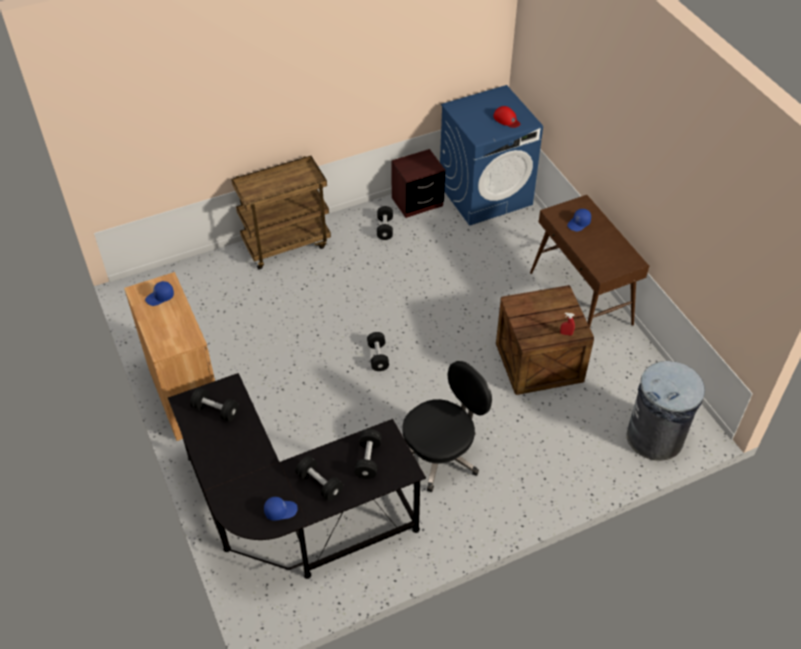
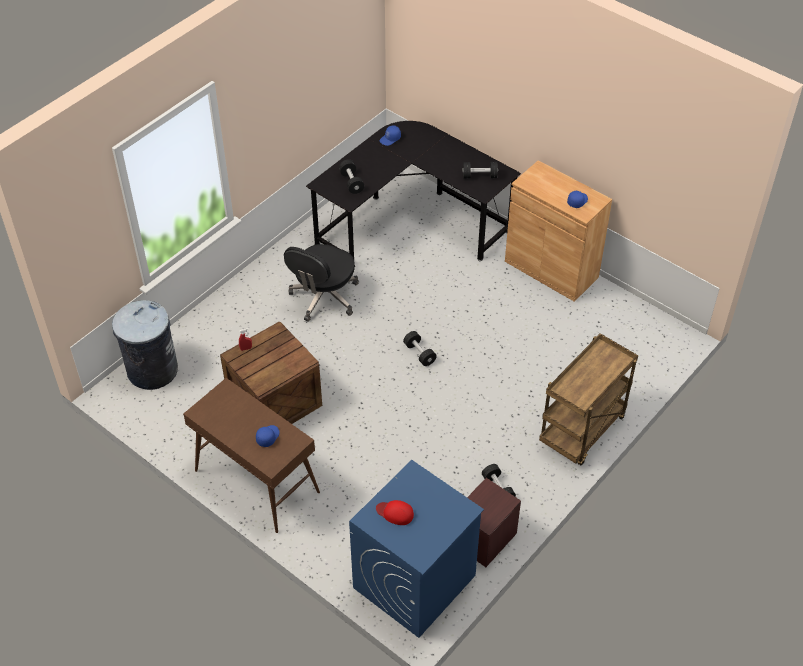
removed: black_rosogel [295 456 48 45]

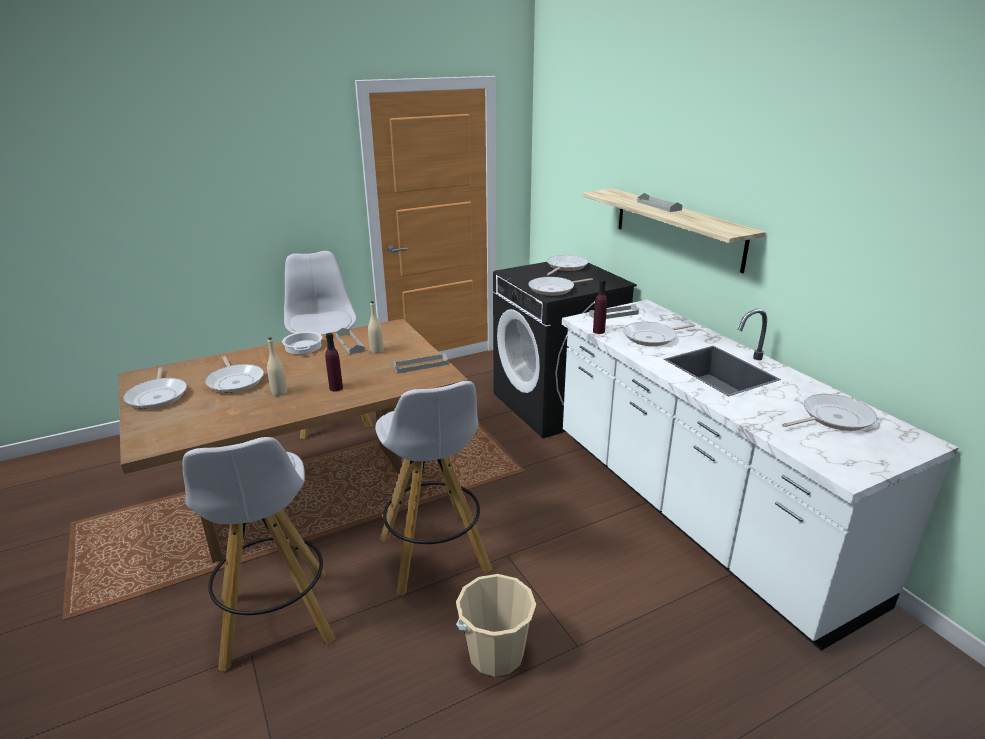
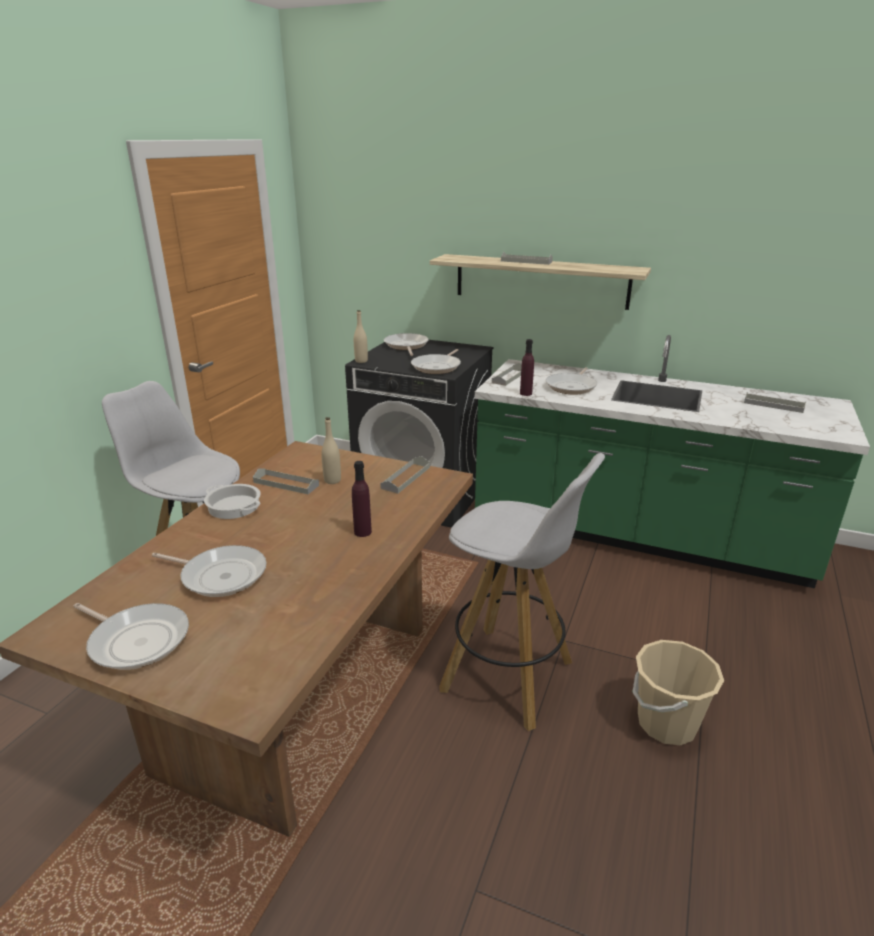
removed: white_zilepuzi [183 437 153 234]
moved: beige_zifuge [267 337 20 59] to [354 310 14 53]
replaced: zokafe [782 394 95 37] to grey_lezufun [744 392 62 21]
recoloured: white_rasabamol [562 300 397 351] to green_rasabamol [475 335 395 253]

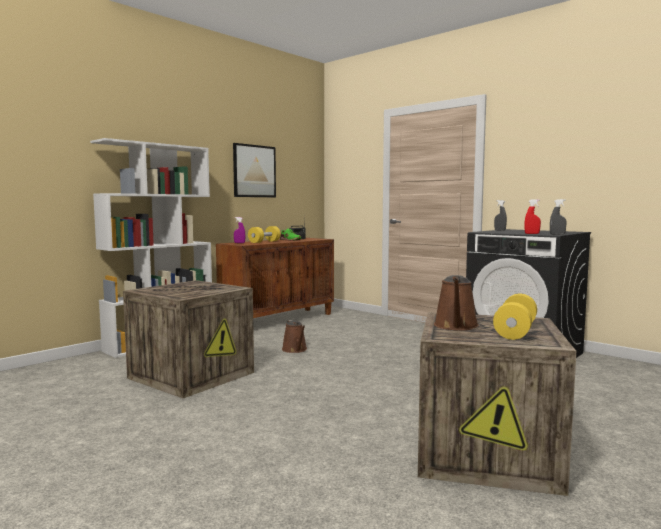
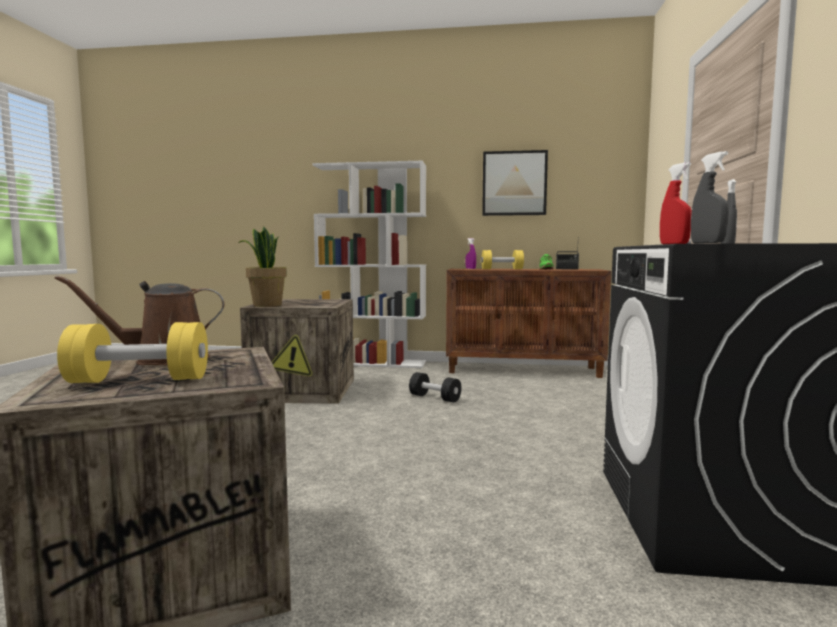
added: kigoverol [238 226 49 81]
replaced: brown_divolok [282 320 25 33] to black_rosogel [409 372 52 30]

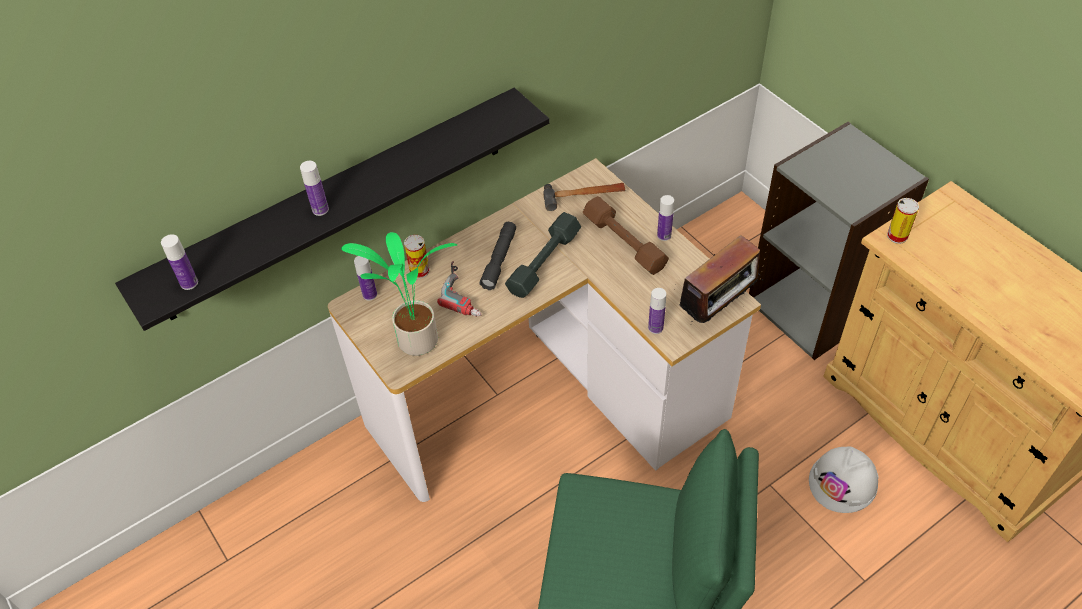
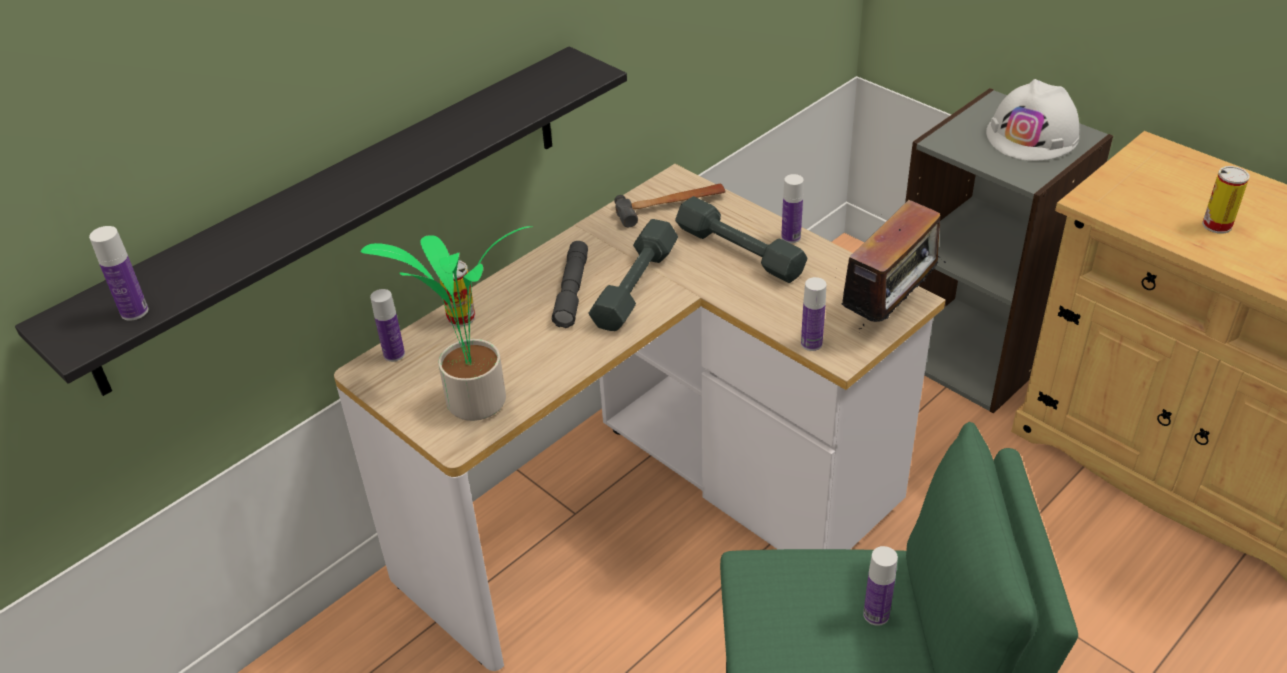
removed: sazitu [437 261 45 56]
moved: zifuge [300 161 29 55] to [863 546 35 80]; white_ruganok [809 447 70 66] to [986 79 93 82]; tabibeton [887 198 32 46] to [1202 166 48 68]
recoloured: brown_rosogel [582 196 87 79] to grey_rosogel [675 196 133 87]

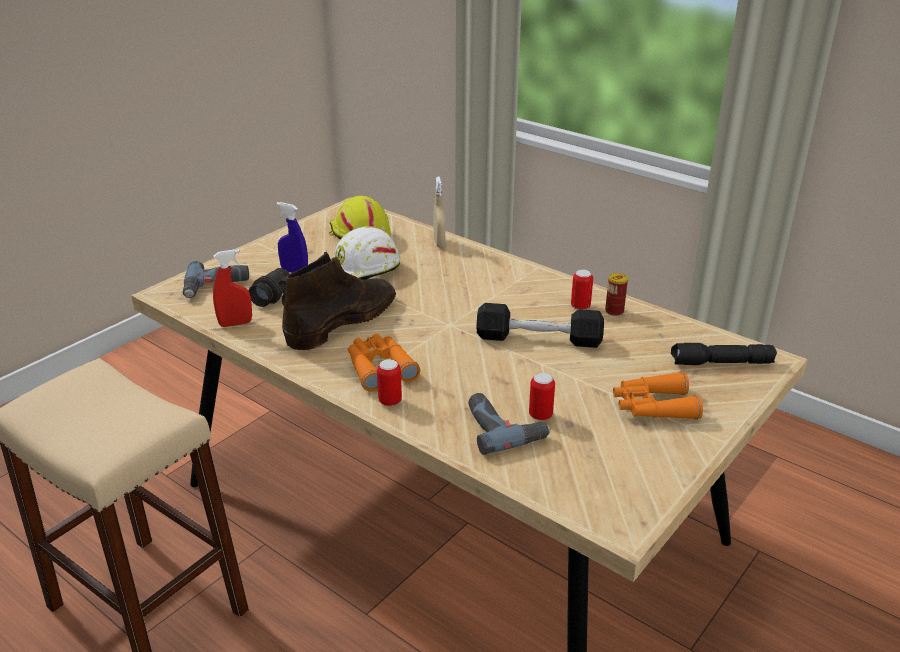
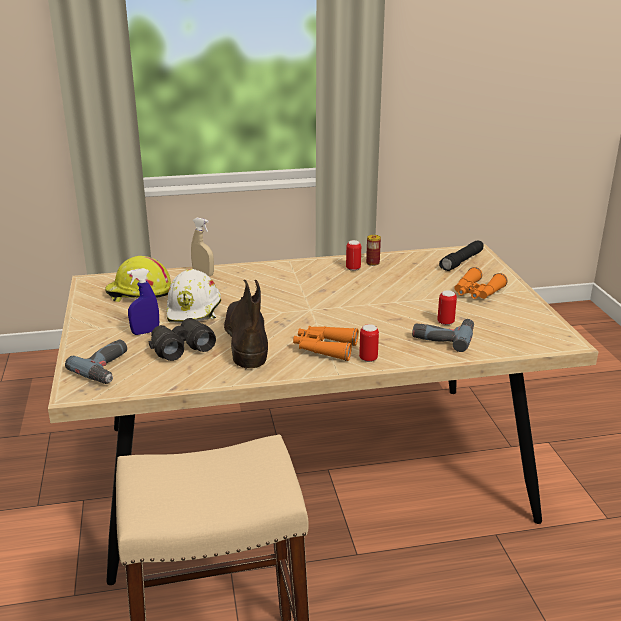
removed: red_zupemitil [213 249 39 78]; black_rosogel [476 303 128 45]

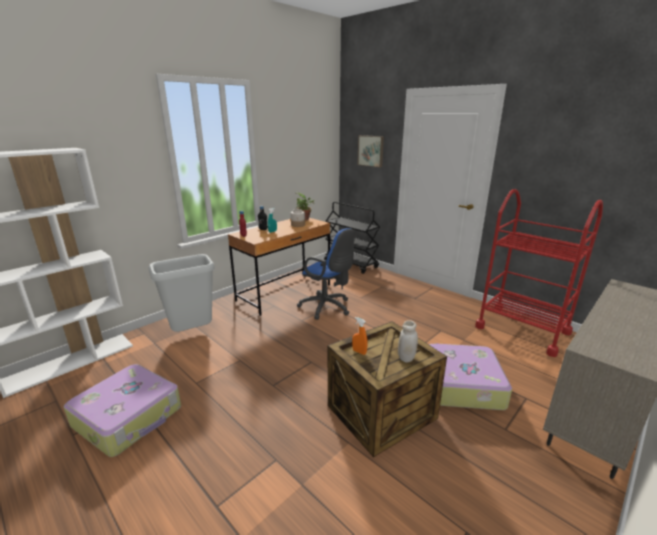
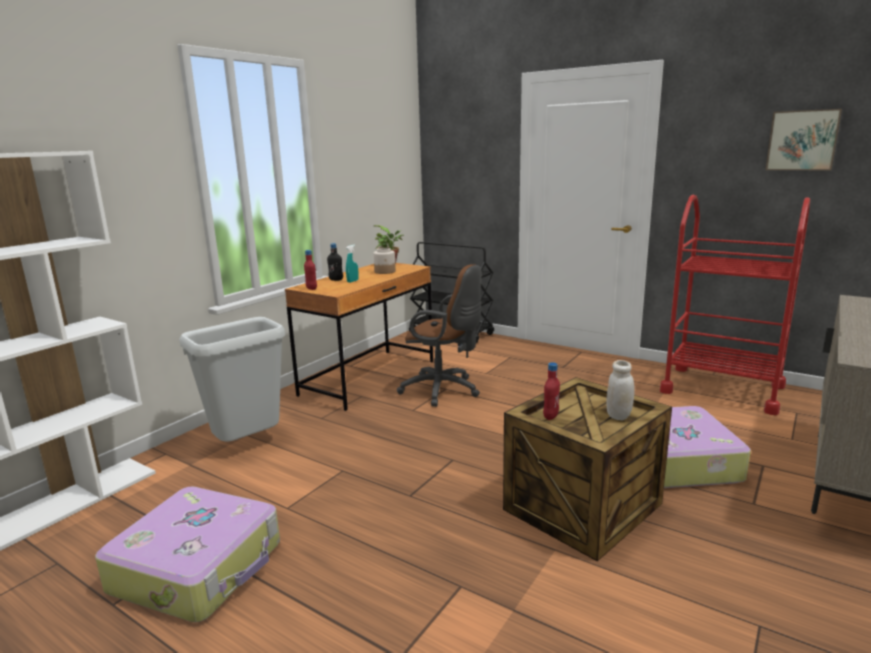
moved: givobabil [357 135 27 32] to [765 109 77 61]
replaced: orange_zupemitil [352 317 16 38] to red_zifuge [543 362 17 58]
recoloured: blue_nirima [297 228 58 92] to brown_nirima [397 264 84 143]

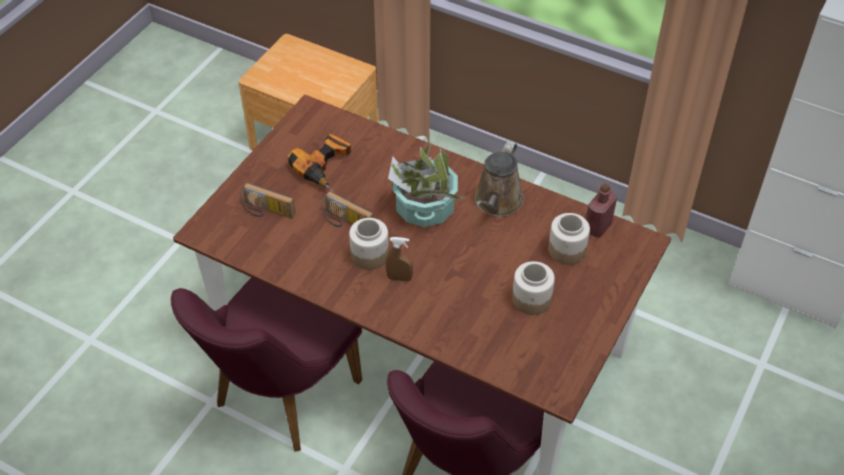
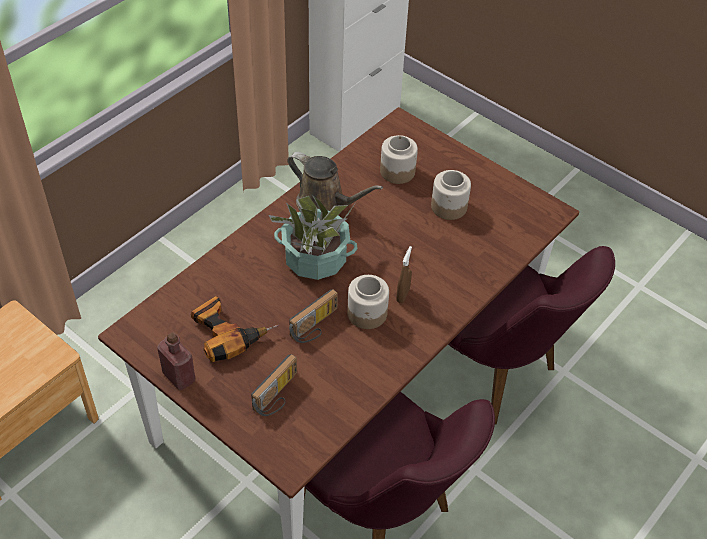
moved: red_zifuge [586 183 31 54] to [157 332 38 58]

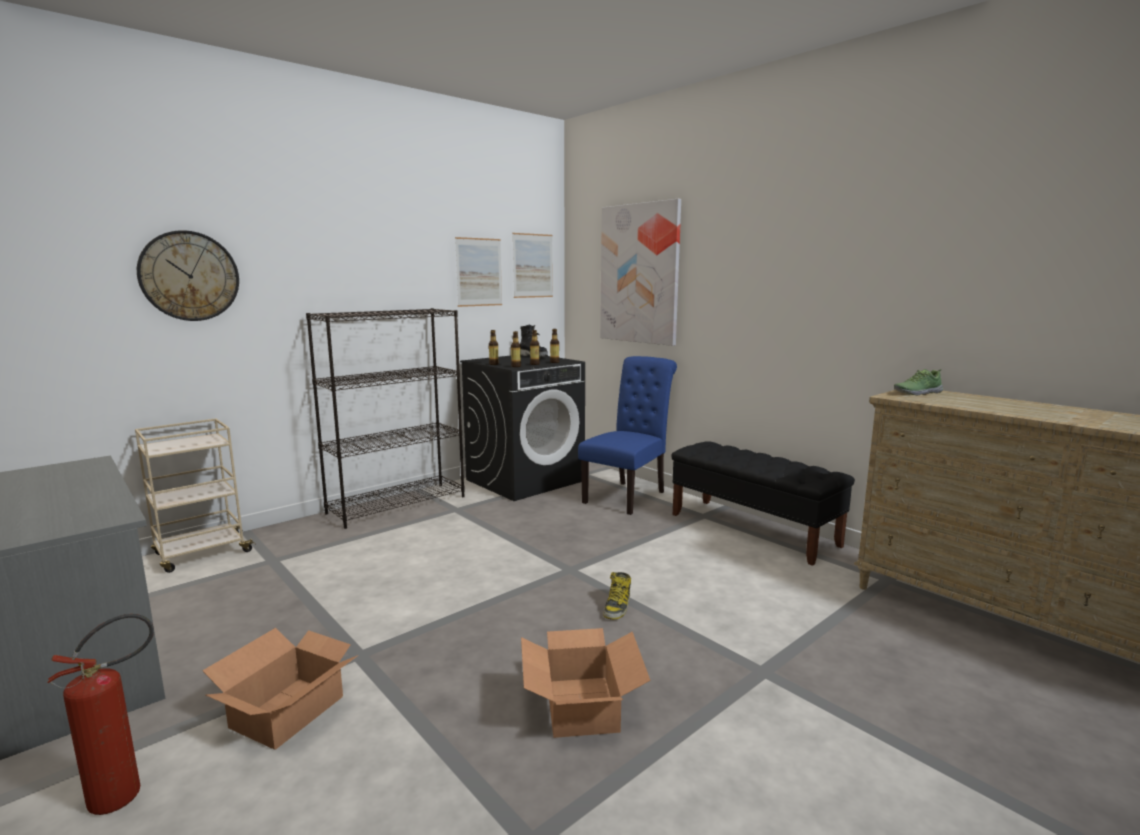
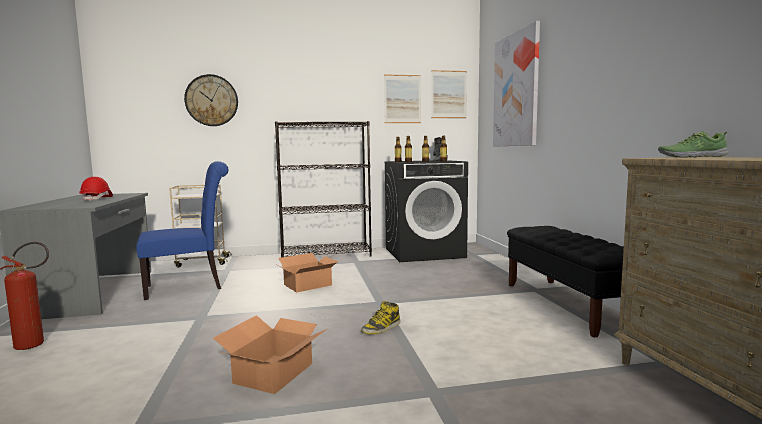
added: red_ruganok [79 177 34 24]
moved: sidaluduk [202 628 157 122] to [277 253 61 40]; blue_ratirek [578 356 99 159] to [136 161 93 139]

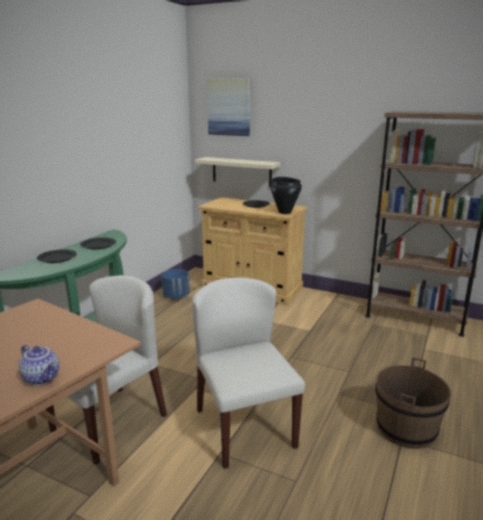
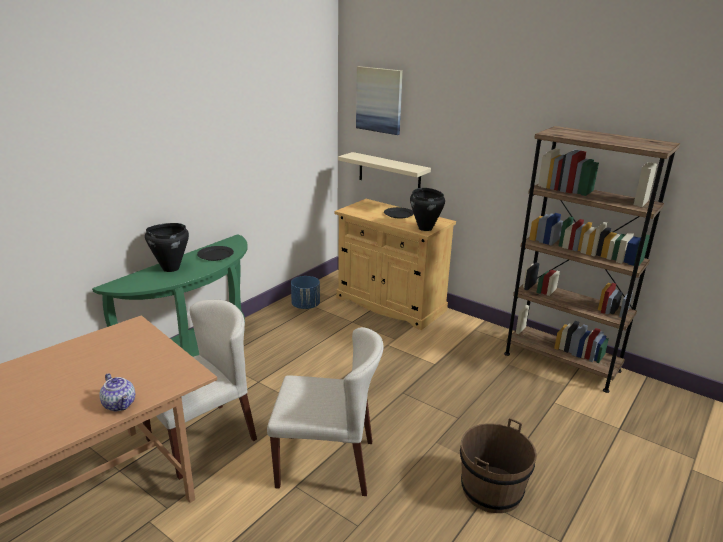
replaced: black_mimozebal [37 249 40 14] to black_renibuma [145 223 44 49]
turned: beige_ratirek [192 277 113 192] = [267 327 116 169] 105 degrees clockwise

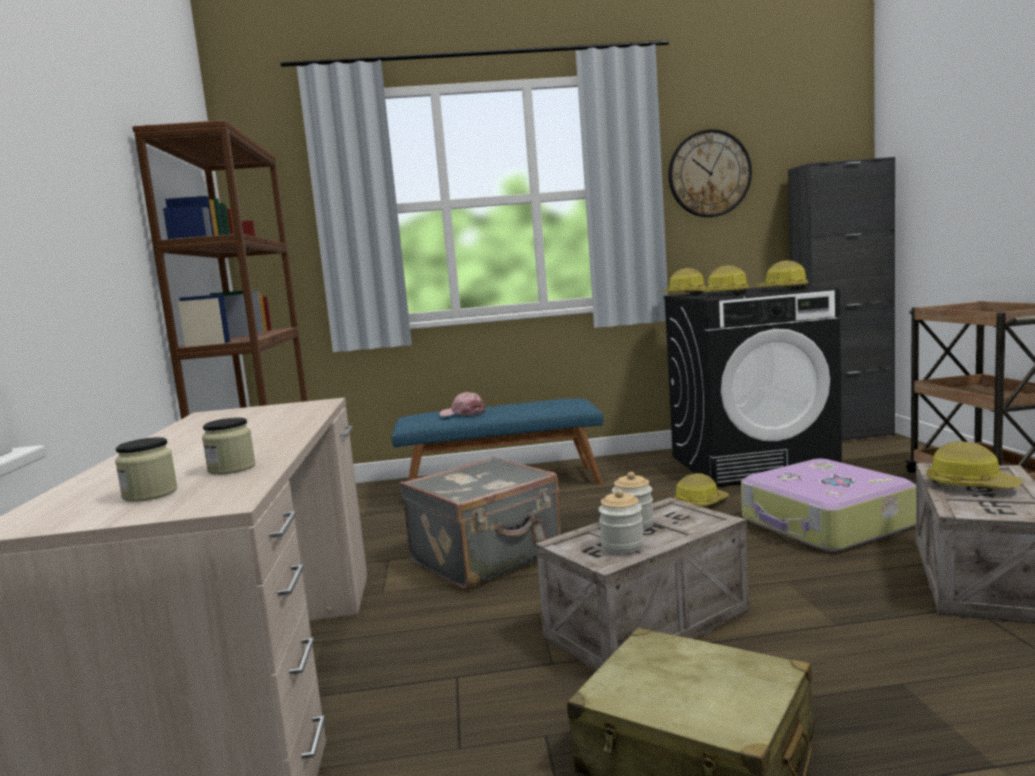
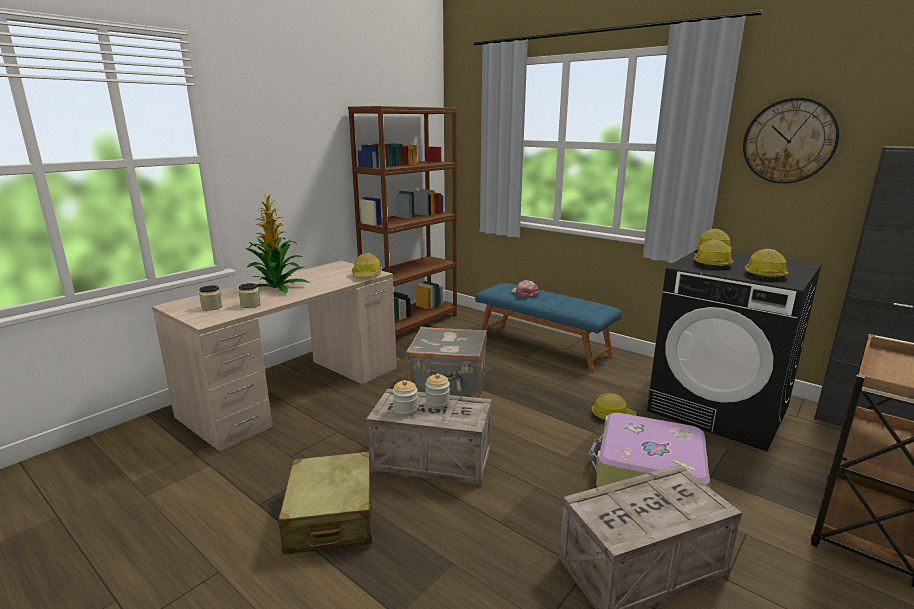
added: kigoverol [245 194 65 100]
moved: ruganok [926 441 96 47] to [352 253 30 24]

